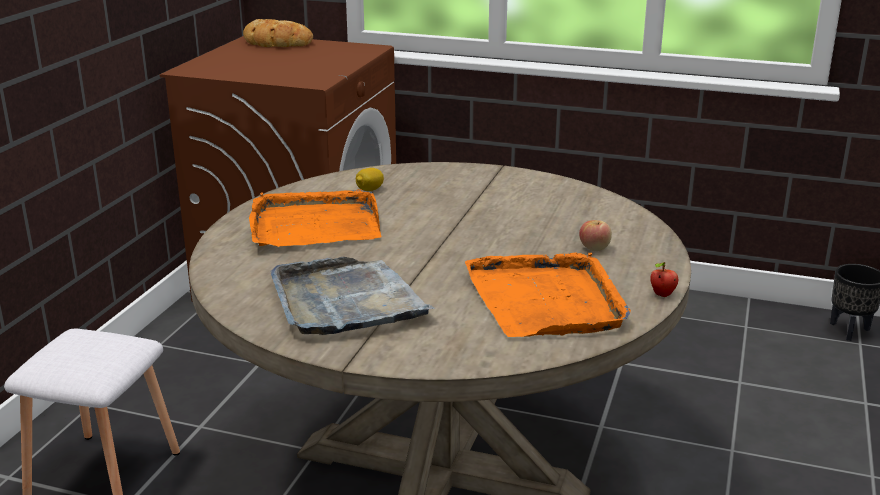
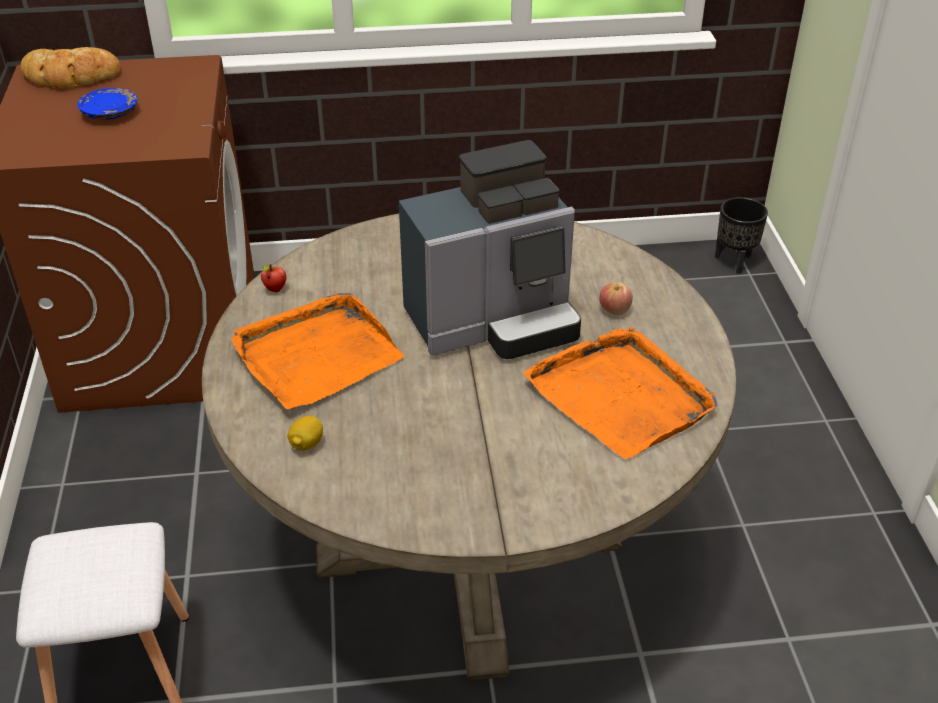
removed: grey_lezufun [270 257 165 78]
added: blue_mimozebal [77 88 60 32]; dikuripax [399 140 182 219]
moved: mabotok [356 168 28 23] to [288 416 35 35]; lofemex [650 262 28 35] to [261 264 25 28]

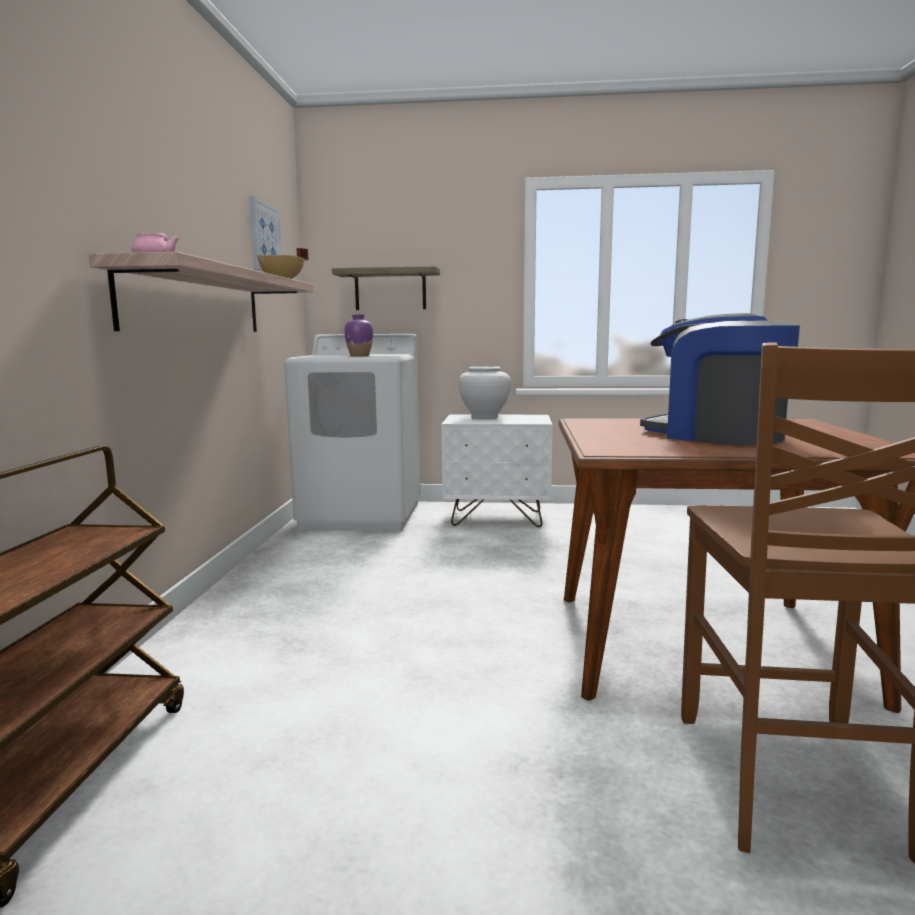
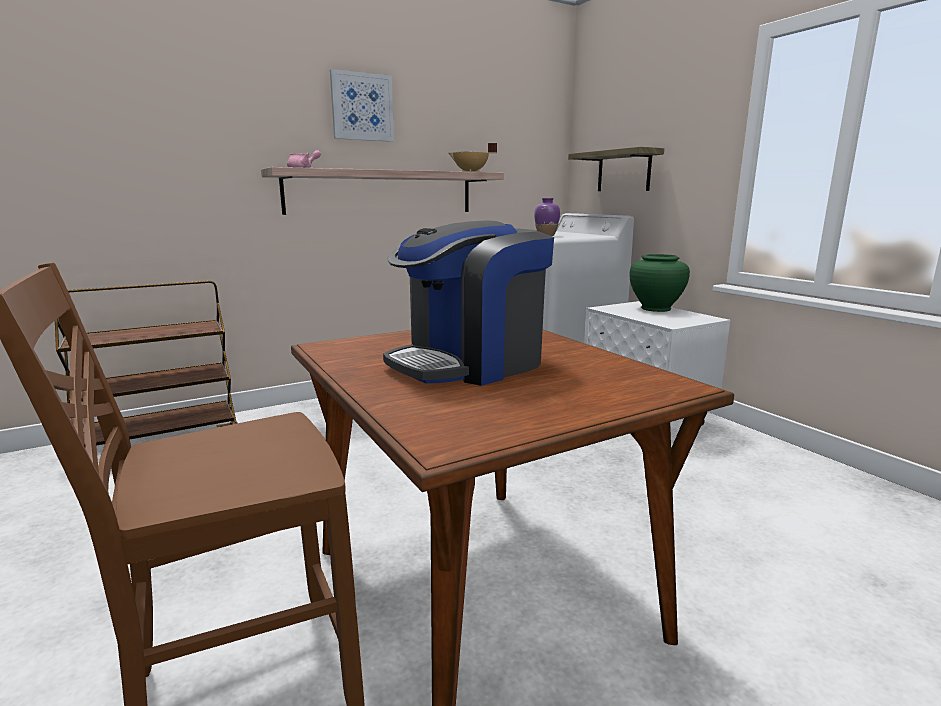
moved: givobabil [249 196 33 75] to [330 69 64 73]
recoloured: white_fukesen [458 366 53 52] to green_fukesen [630 254 60 58]
turned: dikuripax [640 313 160 132] = [383 220 171 166] 135 degrees counterclockwise

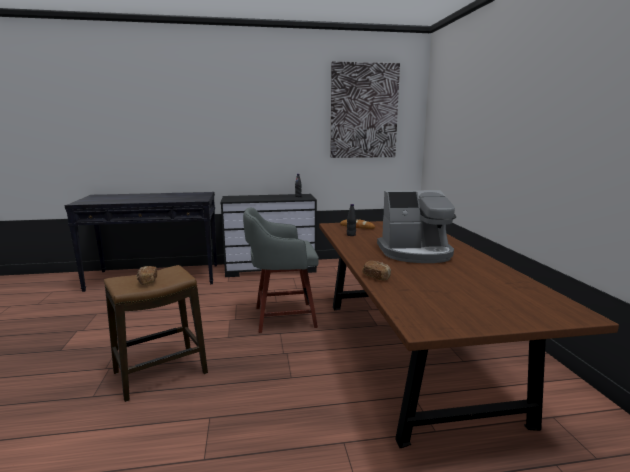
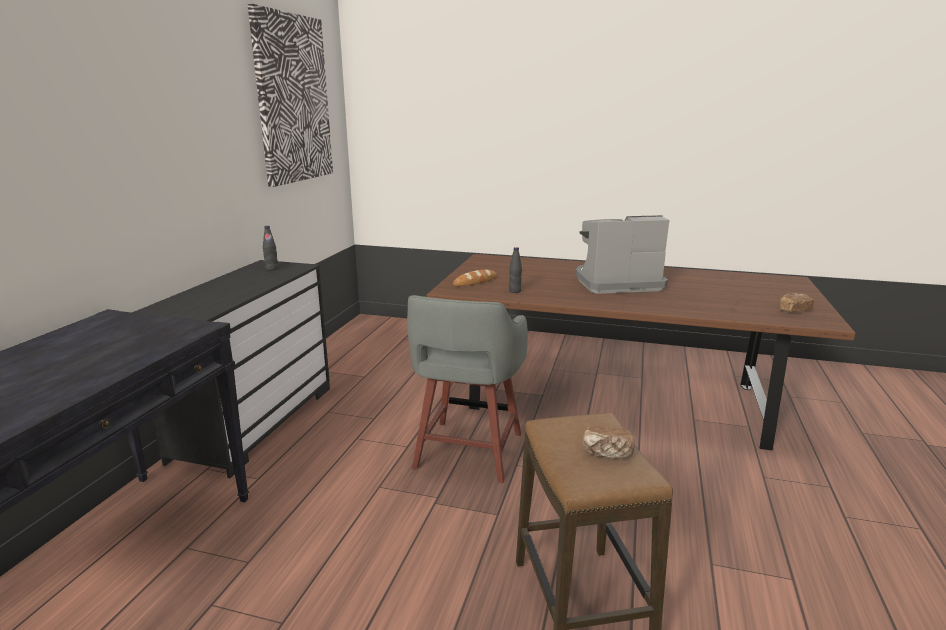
moved: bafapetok [362 261 29 20] to [778 293 36 19]
turned: dikuripax [377 190 79 73] = [576 215 93 79] 120 degrees counterclockwise

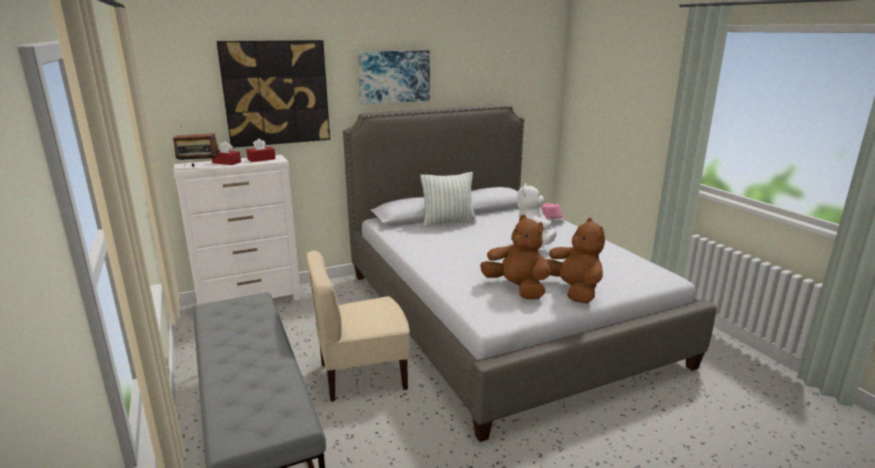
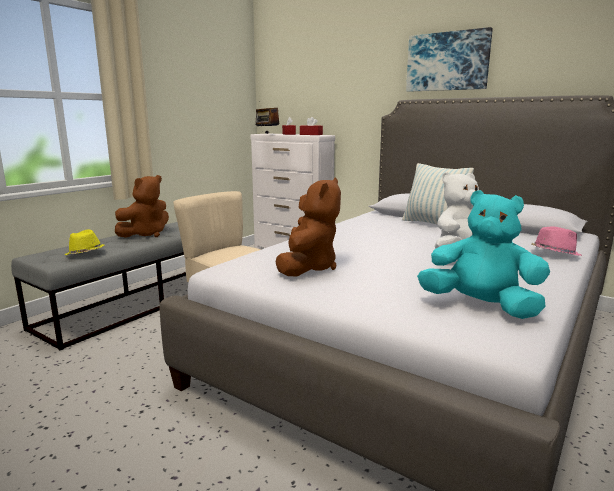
removed: givobabil [216 40 114 108]
added: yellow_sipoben [65 229 40 27]; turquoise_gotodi [417 190 133 129]
moved: brown_gotodi [545 218 60 86] to [115 175 54 63]

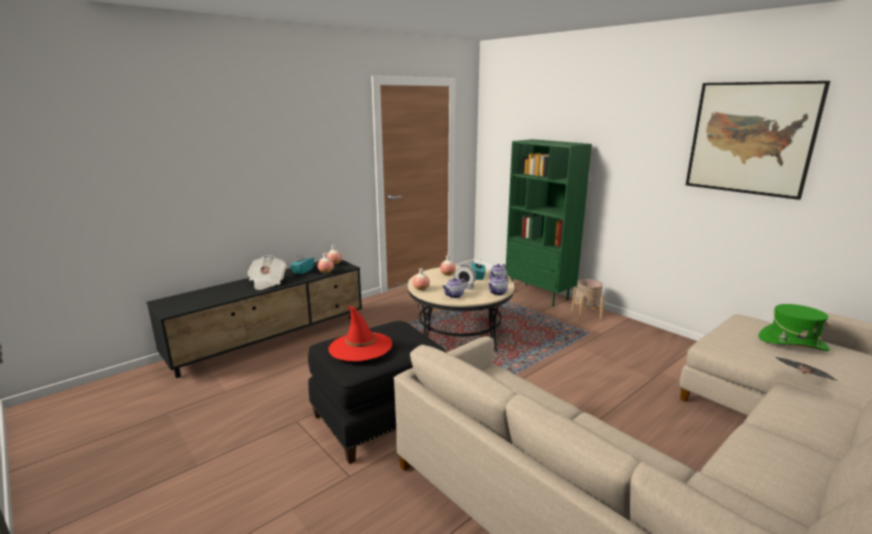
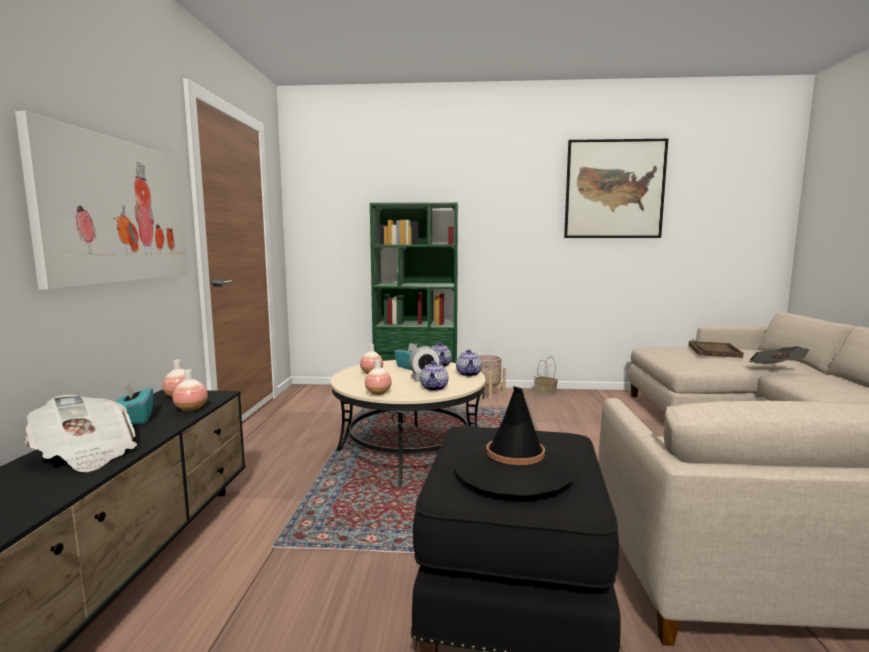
added: givobabil [15 111 174 179]; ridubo [534 356 24 40]
replaced: green_sipoben [758 304 72 47] to brown_lezufun [688 341 56 17]
recoloured: red_sipoben [328 306 64 55] to black_sipoben [454 386 124 110]

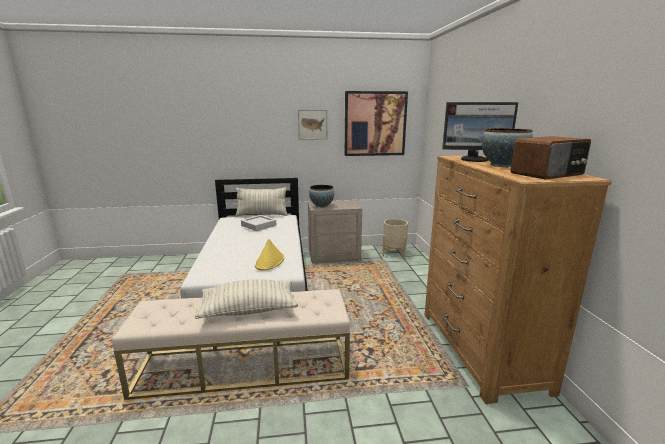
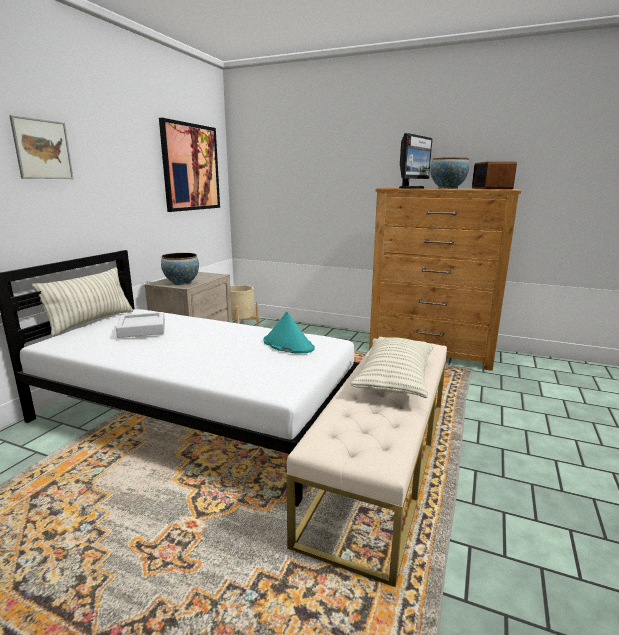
moved: givobabil [298 110 29 30] to [9 115 64 64]
recoloured: yellow_sipoben [255 239 29 32] to turquoise_sipoben [263 312 52 41]

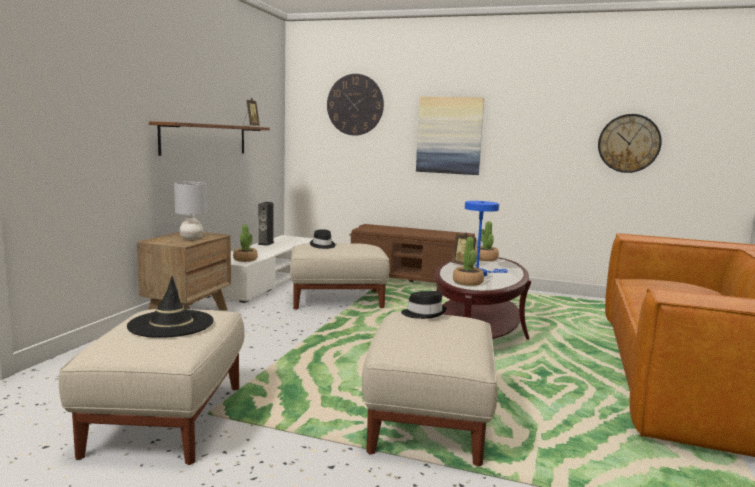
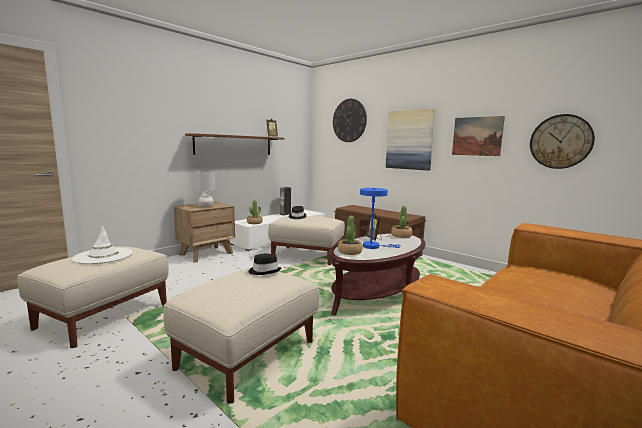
added: givobabil [452 116 53 40]
recoloured: black_sipoben [127 276 87 62] to white_sipoben [72 225 61 39]

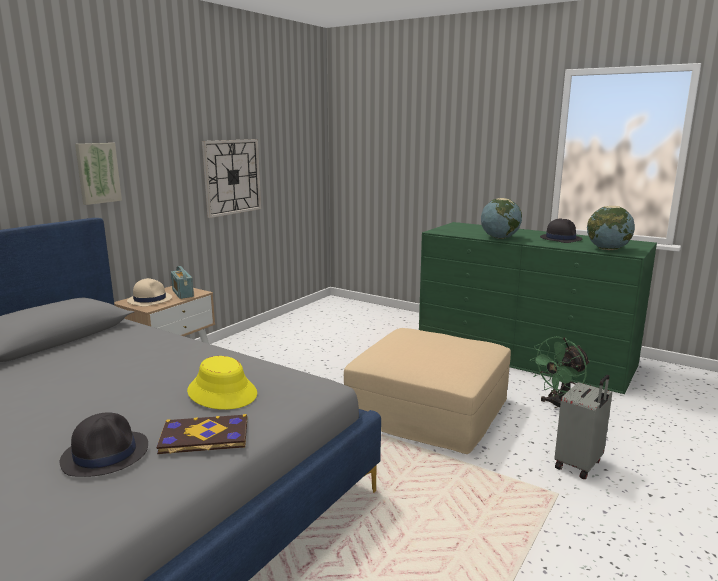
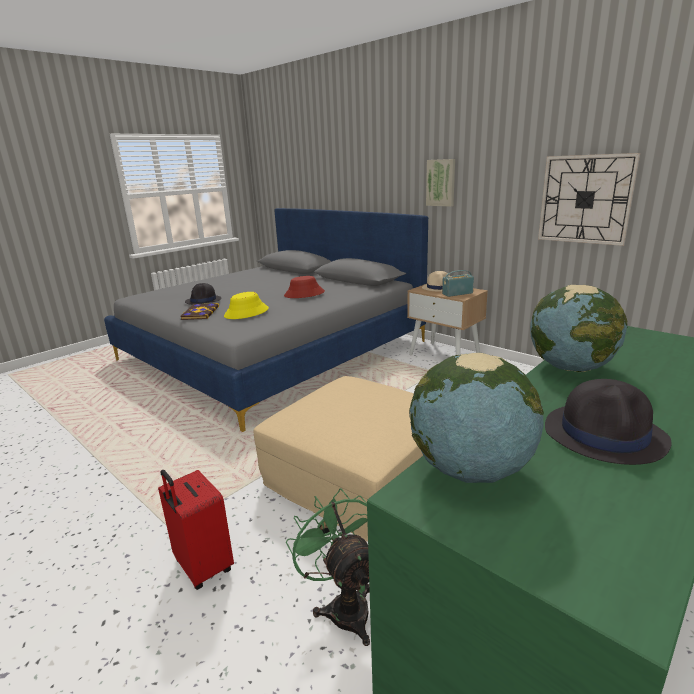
added: red_sipoben [284 276 41 22]
recoloured: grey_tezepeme [555 375 57 104] to red_tezepeme [158 470 76 120]

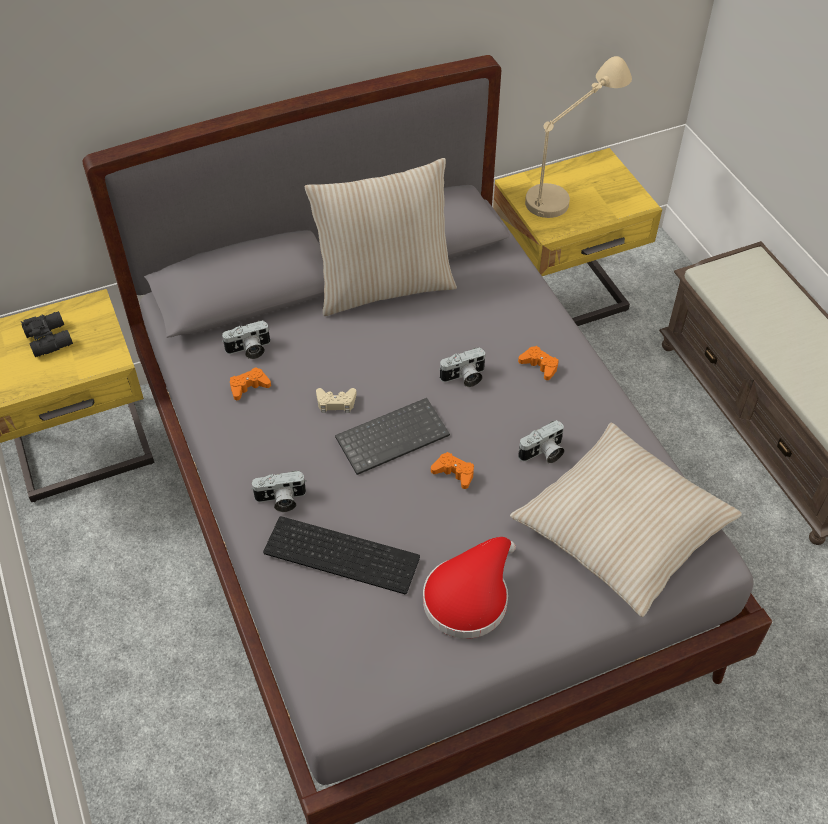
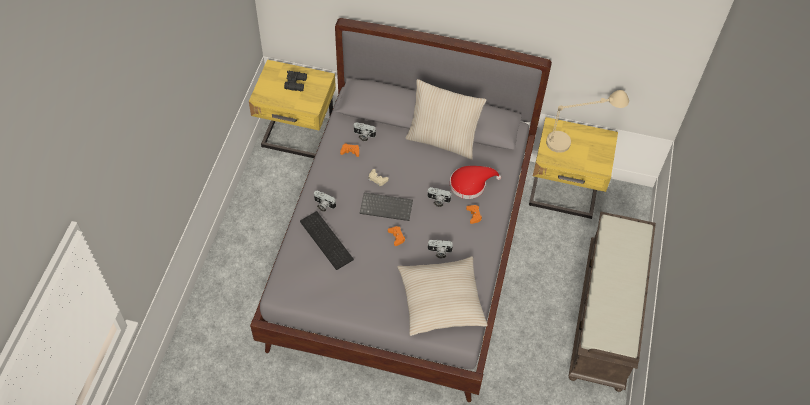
moved: red_sipoben [423 537 93 102] to [450 166 51 33]

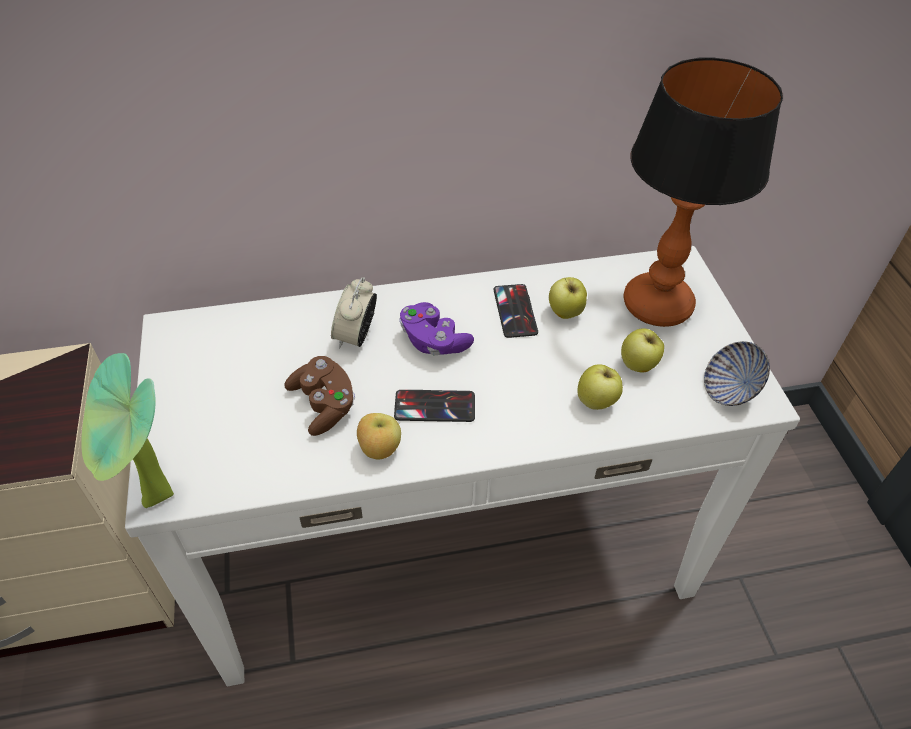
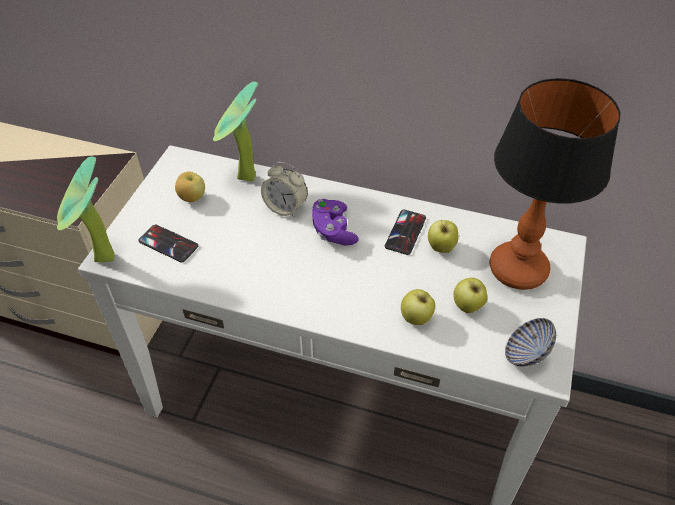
removed: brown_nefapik [284 356 71 80]
added: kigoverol [213 81 45 100]
moved: lofemex [357 413 44 46] to [175 171 30 31]; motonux [394 390 81 32] to [138 225 60 37]
turned: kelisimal [331 277 46 71] = [261 162 47 56] 105 degrees counterclockwise

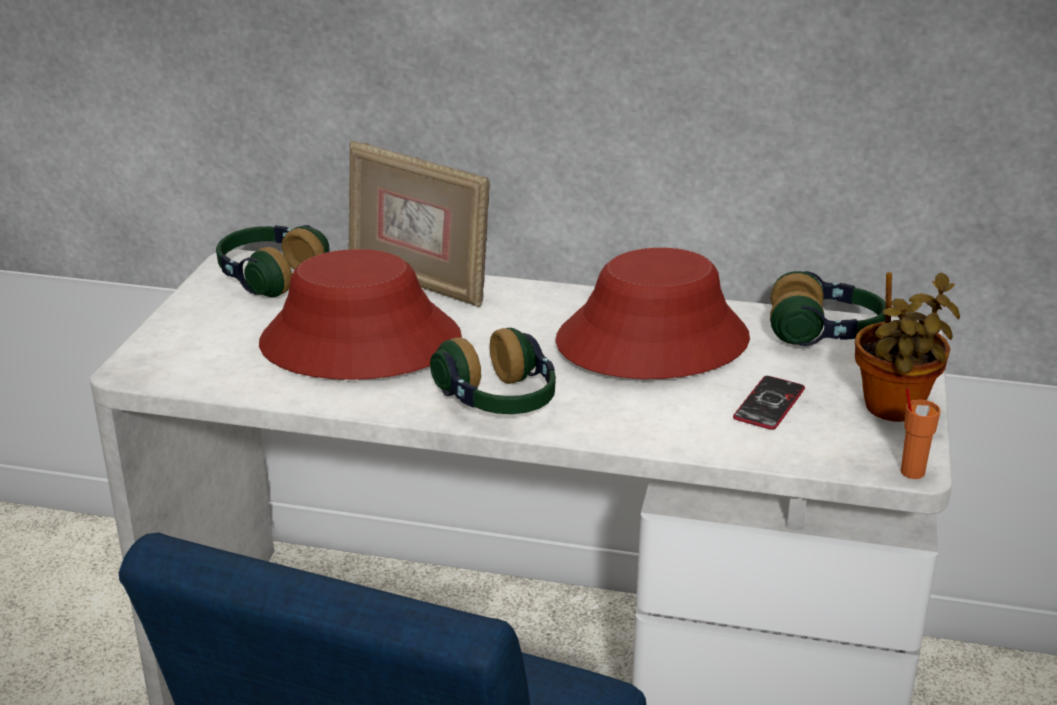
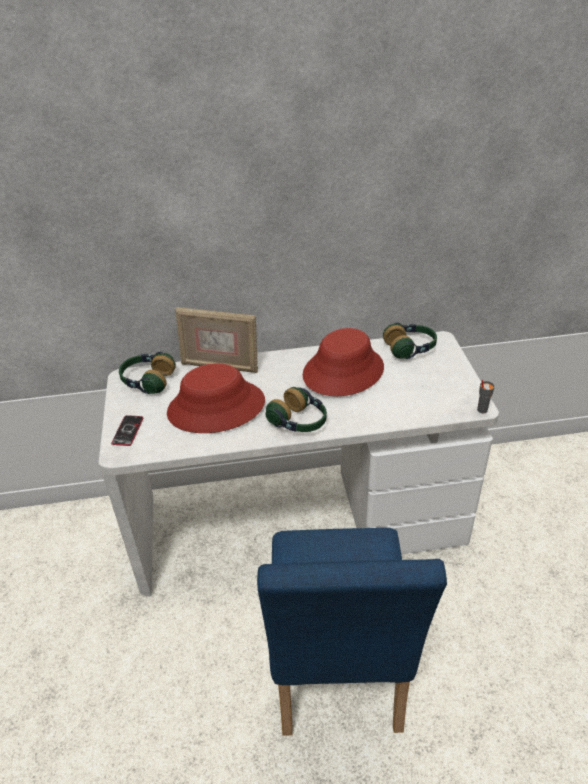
removed: kigoverol [855 272 105 150]
moved: motonux [733 376 72 54] to [111 415 32 31]
recoloured: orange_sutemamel [901 388 39 91] to grey_sutemamel [477 380 18 33]

